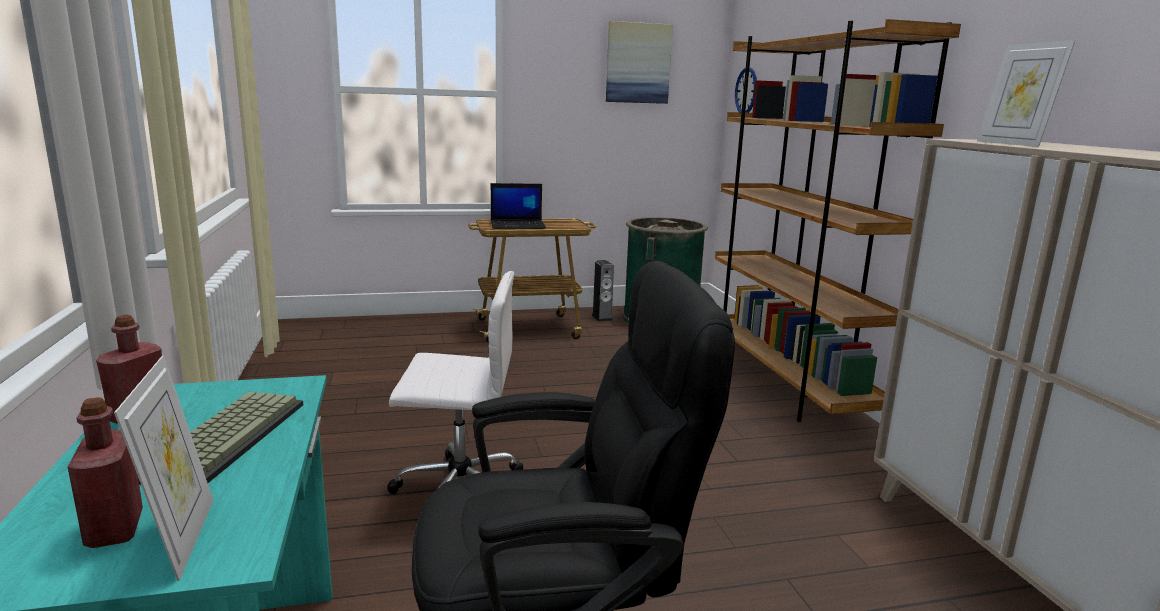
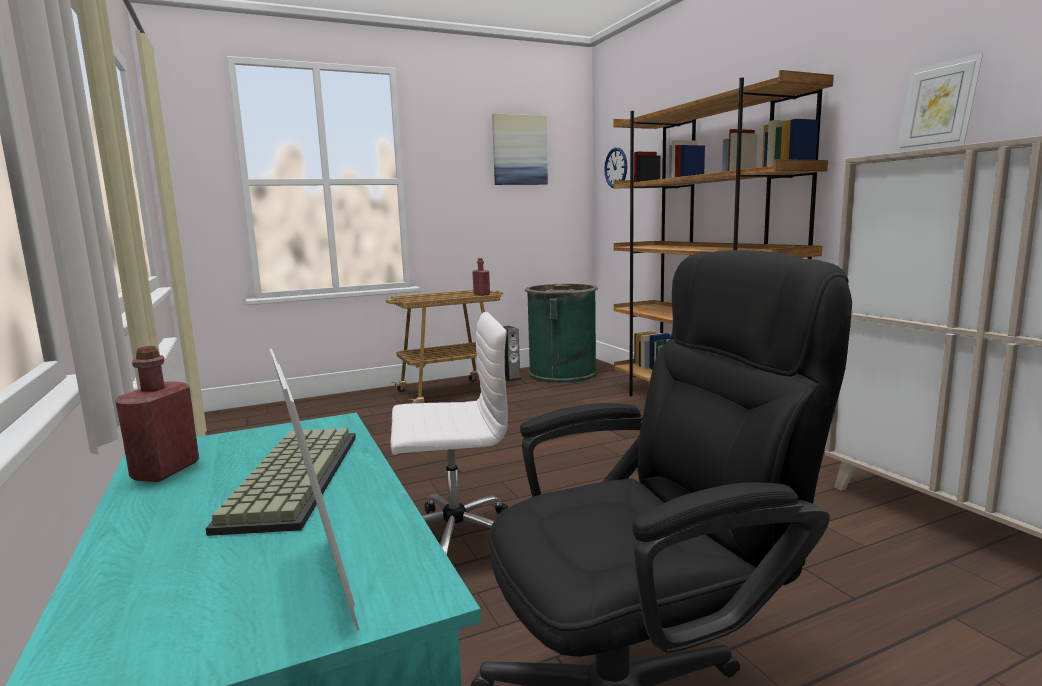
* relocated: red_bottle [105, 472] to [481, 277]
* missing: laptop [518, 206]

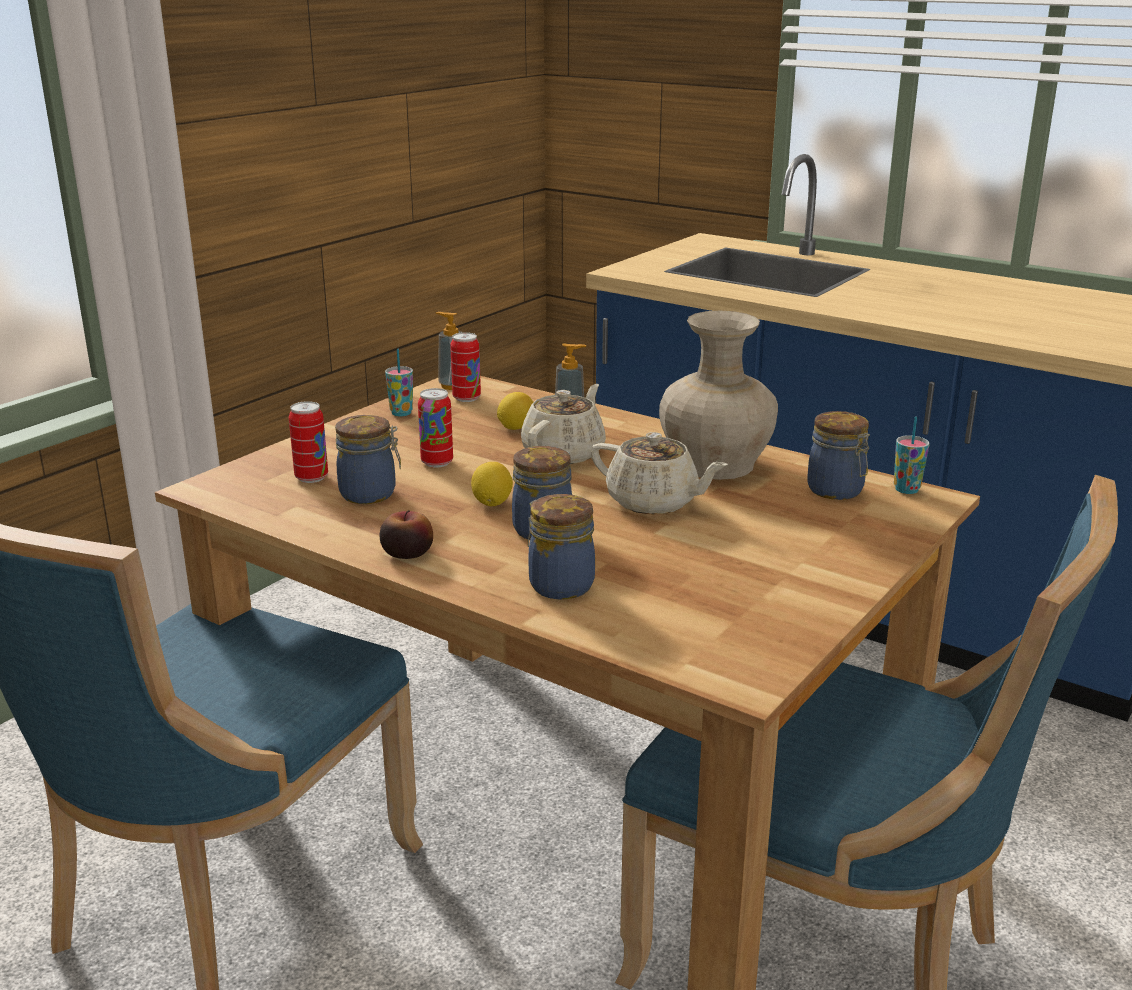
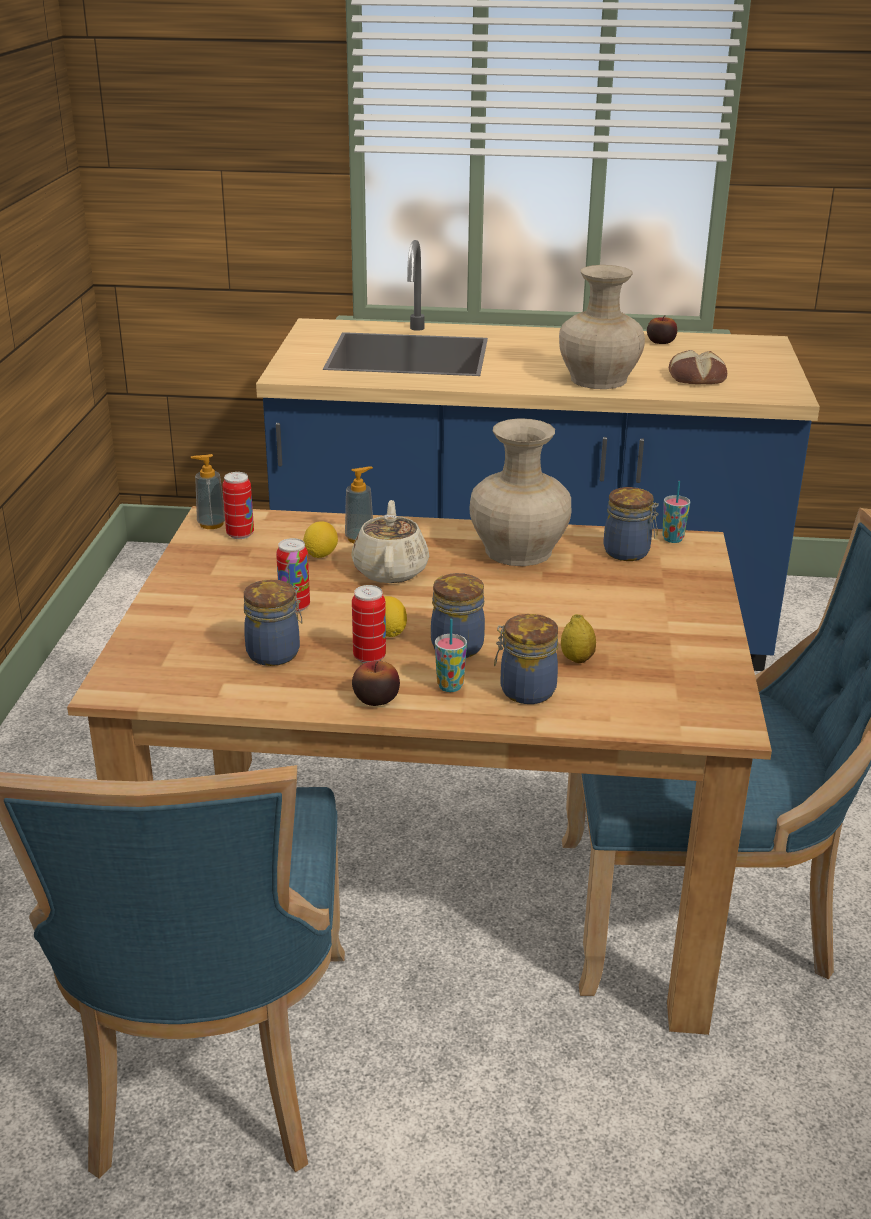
* relocated: can [308, 442] to [369, 624]
* relocated: cup [399, 382] to [451, 655]
* appeared: beige_vase [602, 327]
* appeared: lemon [578, 638]
* appeared: apple [662, 329]
* appeared: bread [698, 367]
* missing: beige_teapot [659, 473]

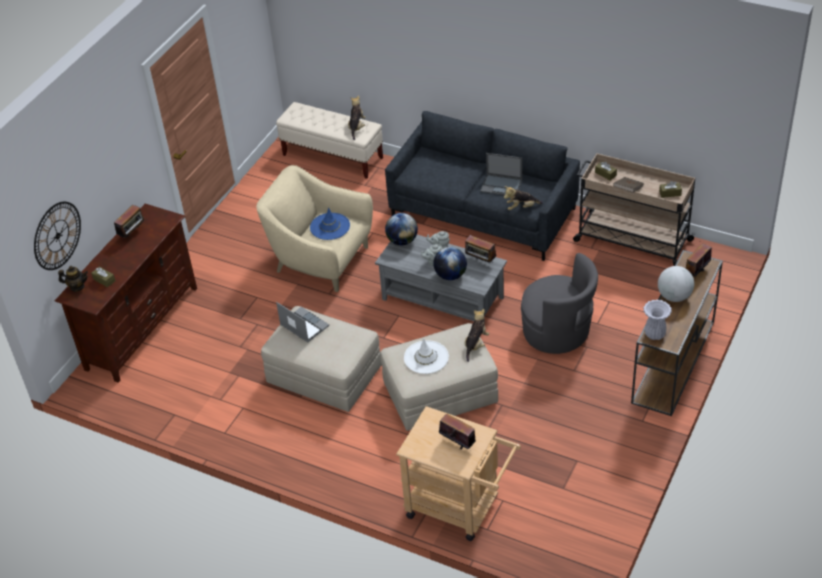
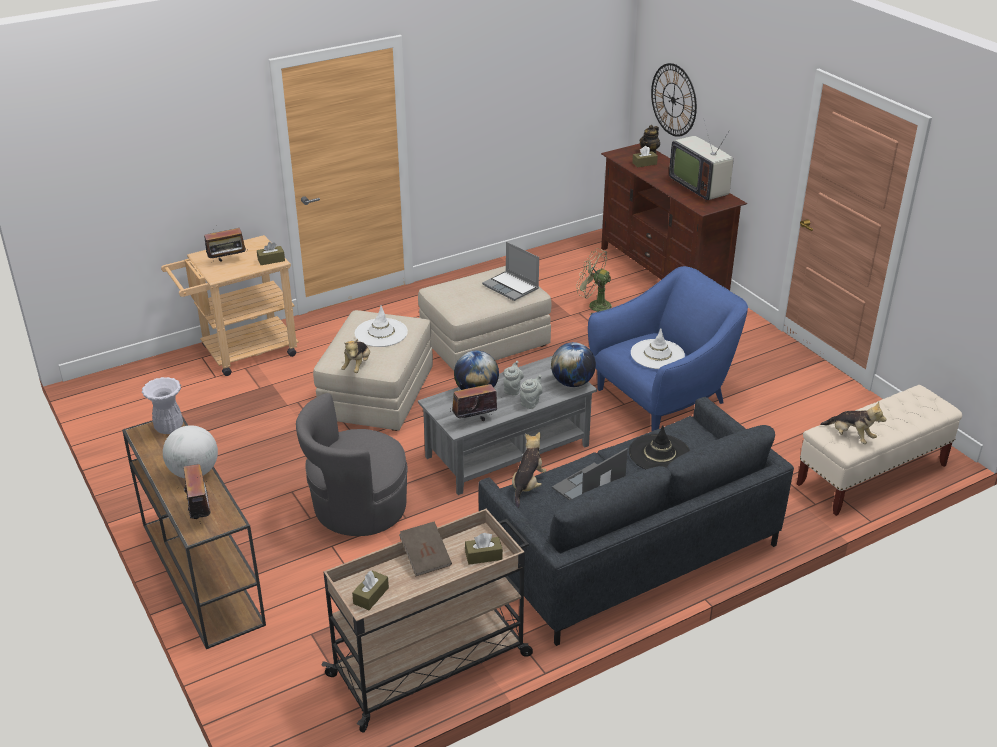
* appeared: brown_tissue_box [271, 253]
* spun: plush_toy [477, 335] = [355, 356] 45 degrees clockwise
* spun: laptop [302, 322] = [510, 271] 60 degrees clockwise
* appeared: green_fan [594, 281]
* colour: beige_armchair [314, 228] to blue_armchair [668, 349]
* appeared: black_hat [659, 447]
* colour: blue_hat [330, 224] to white_hat [658, 348]
* exchanged: radio [129, 222] to television [701, 160]

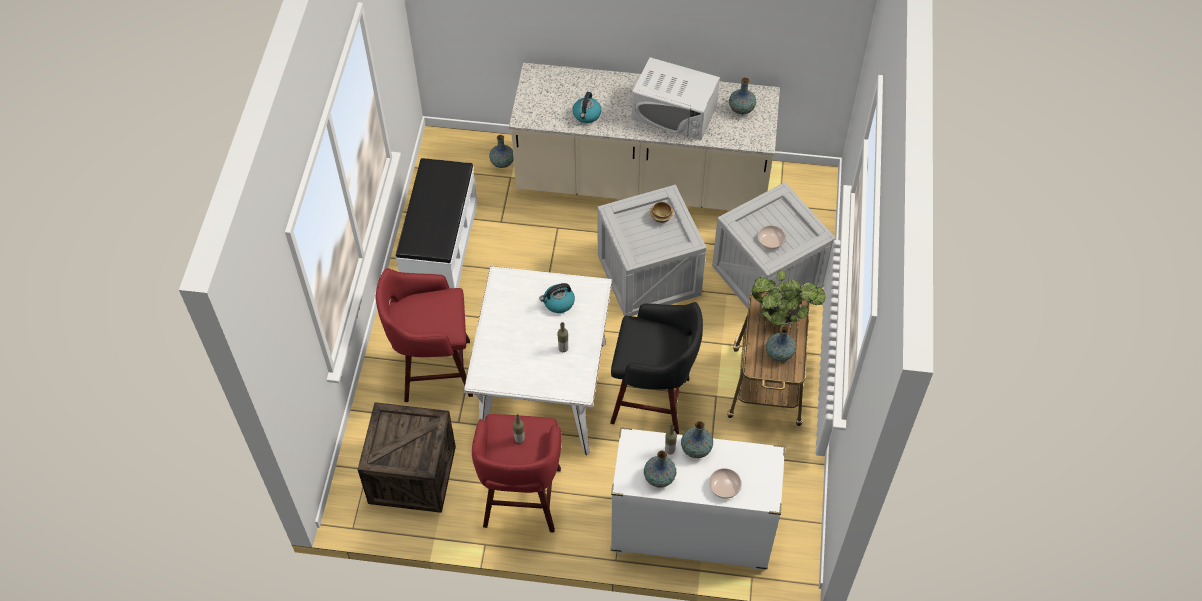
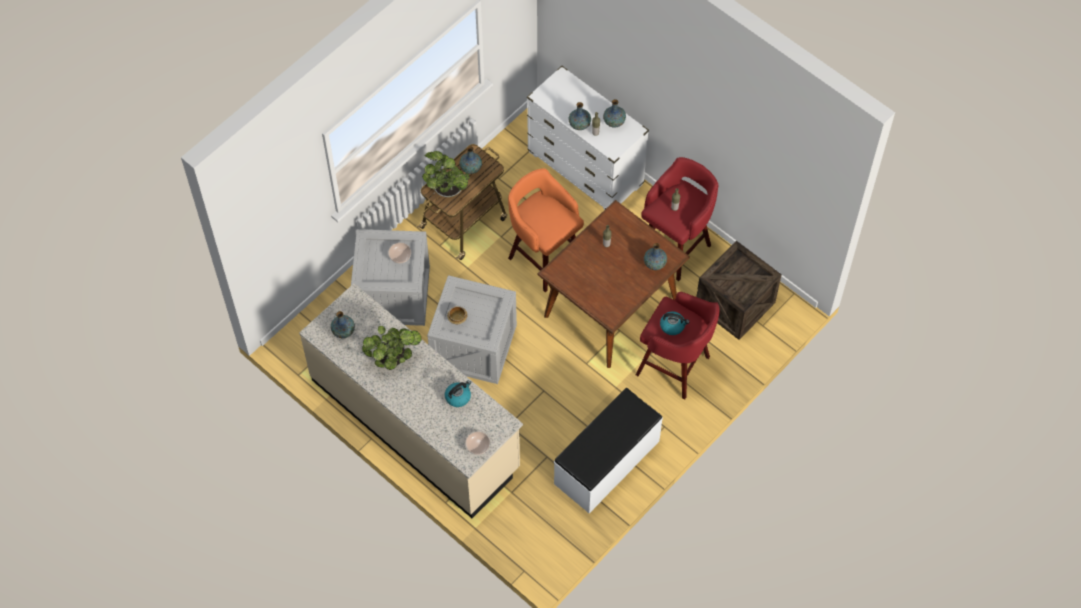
* exchanged: white_microwave [676, 98] to potted_plant [391, 348]
* relocated: bowl [725, 483] to [477, 443]
* colour: black_stool [656, 368] to orange_stool [546, 230]
* colour: white_dining_table [537, 360] to brown_dining_table [614, 284]
* relocated: vase [501, 151] to [655, 256]
* relocated: kettle [557, 298] to [674, 323]

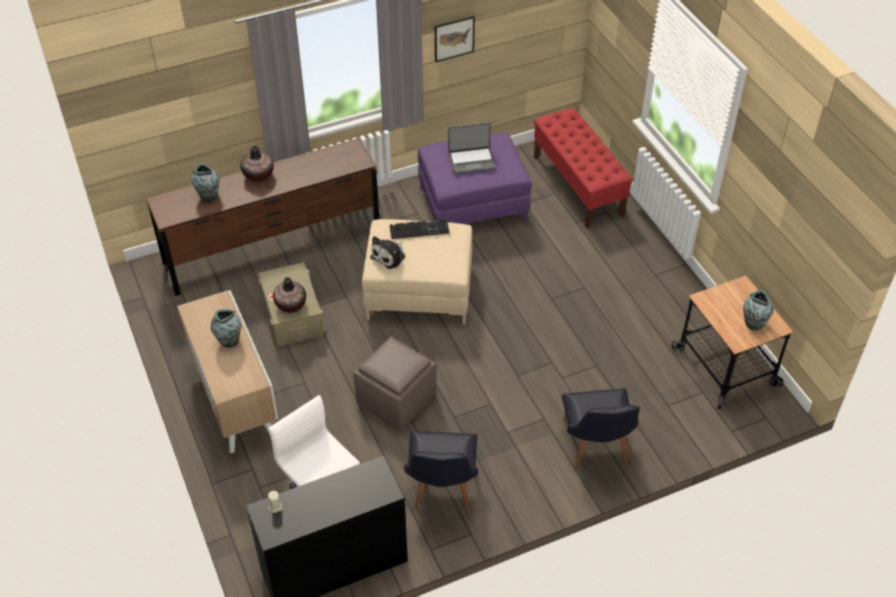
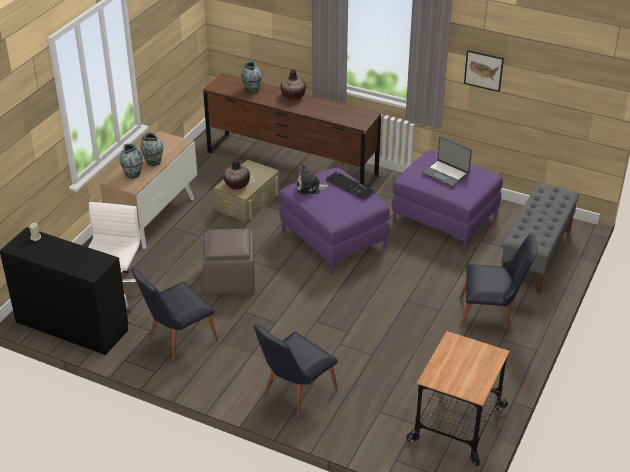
* relocated: vase [758, 310] to [131, 161]
* colour: beige_ottoman [417, 271] to purple_ottoman [334, 221]
* appeared: black_chair [498, 283]
* colour: red_bench [583, 168] to grey_bench [540, 238]

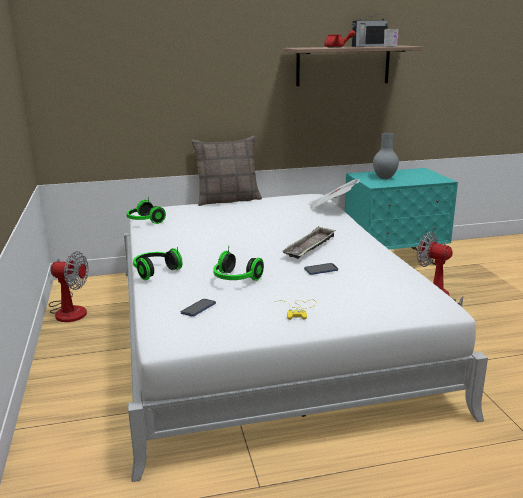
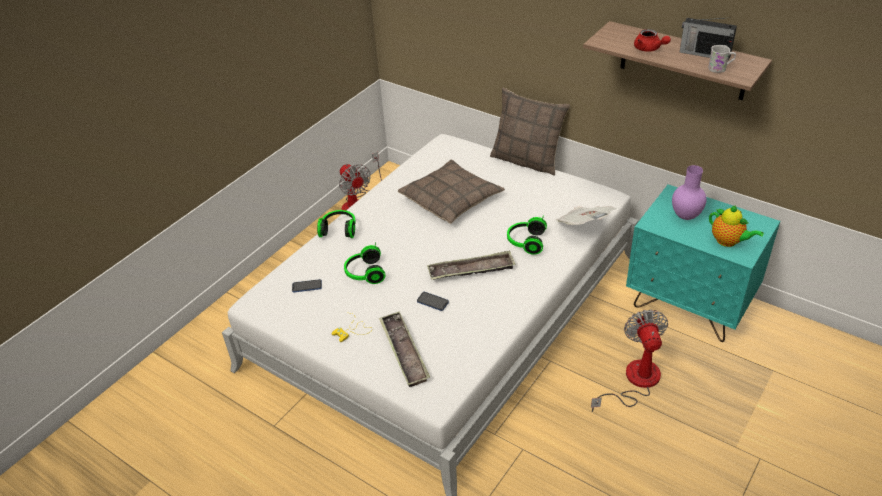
* appeared: tray [404, 349]
* appeared: pillow [451, 192]
* relocated: headphones [146, 210] to [527, 235]
* colour: grey_vase [386, 156] to purple_vase [689, 192]
* appeared: teapot [736, 226]

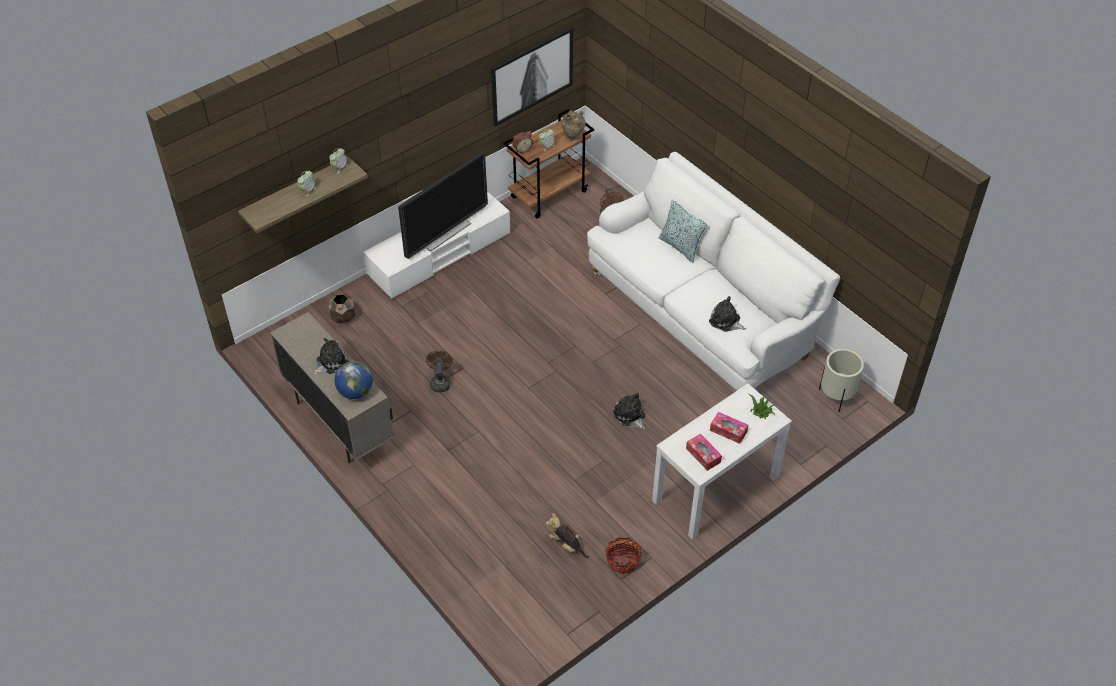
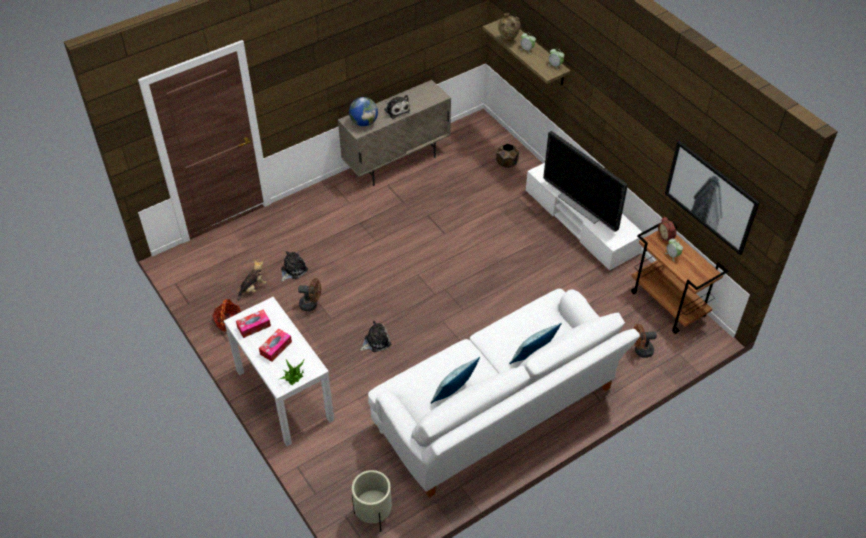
* relocated: plush_toy [727, 314] to [294, 266]
* relocated: brown_fan [439, 371] to [309, 294]
* appeared: pillow [455, 380]
* relocated: beige_vase [573, 125] to [509, 28]

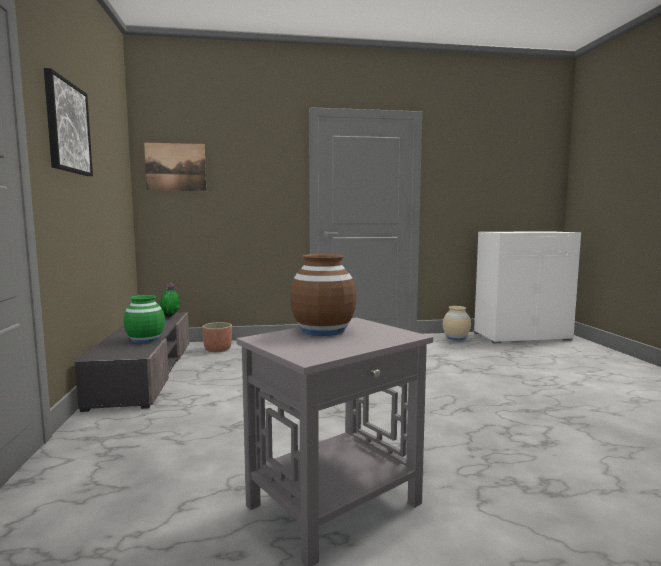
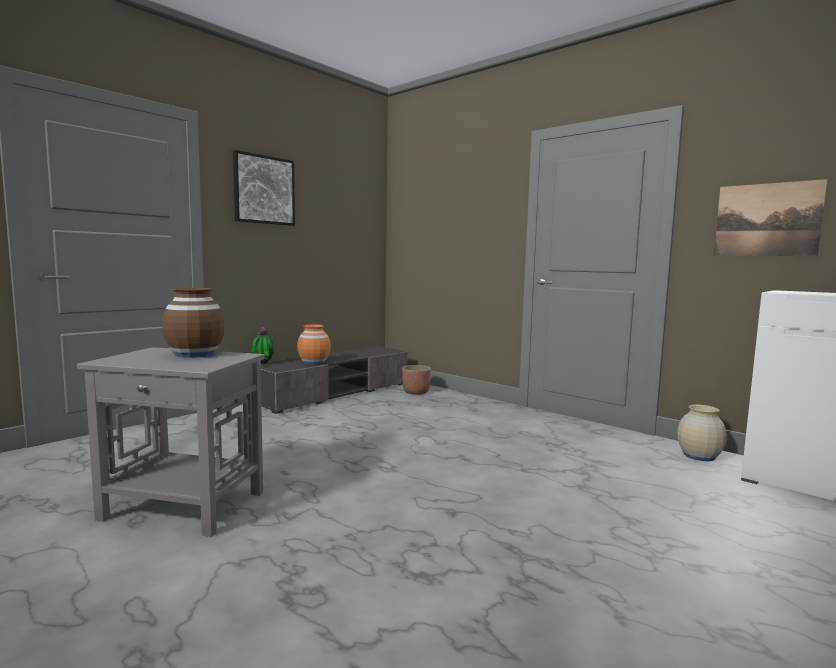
* relocated: potted_plant [170, 299] to [262, 345]
* colour: green_vase [144, 319] to orange_vase [314, 344]
* relocated: picture [175, 167] to [770, 217]

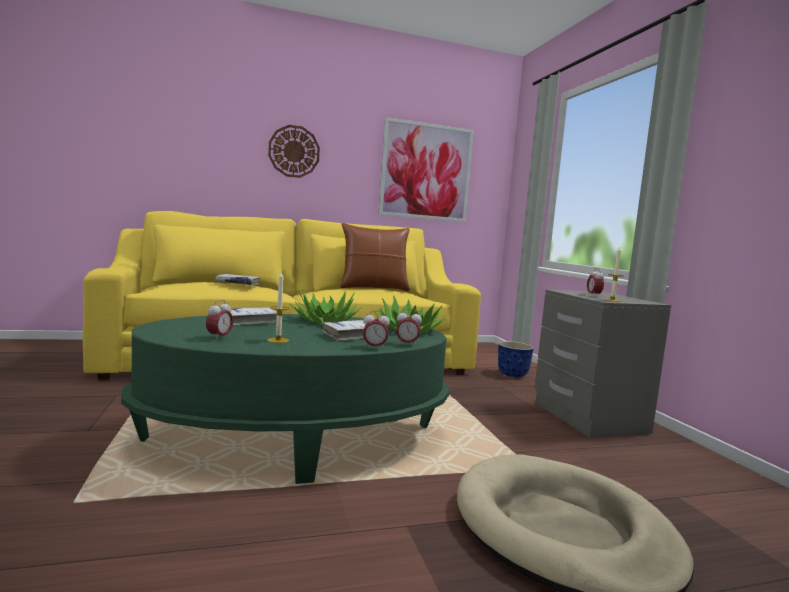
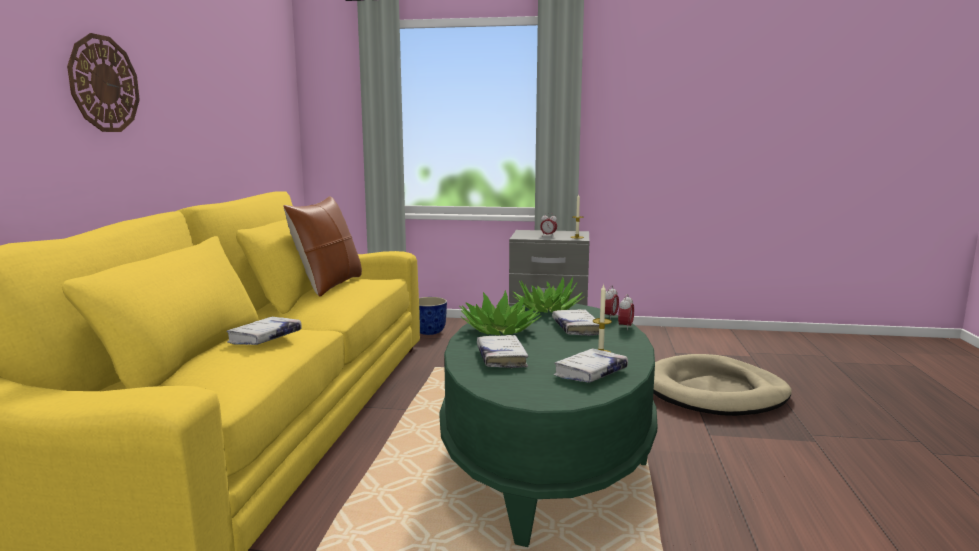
* exchanged: alarm_clock [219, 320] to white_book [590, 366]
* missing: picture [426, 169]

